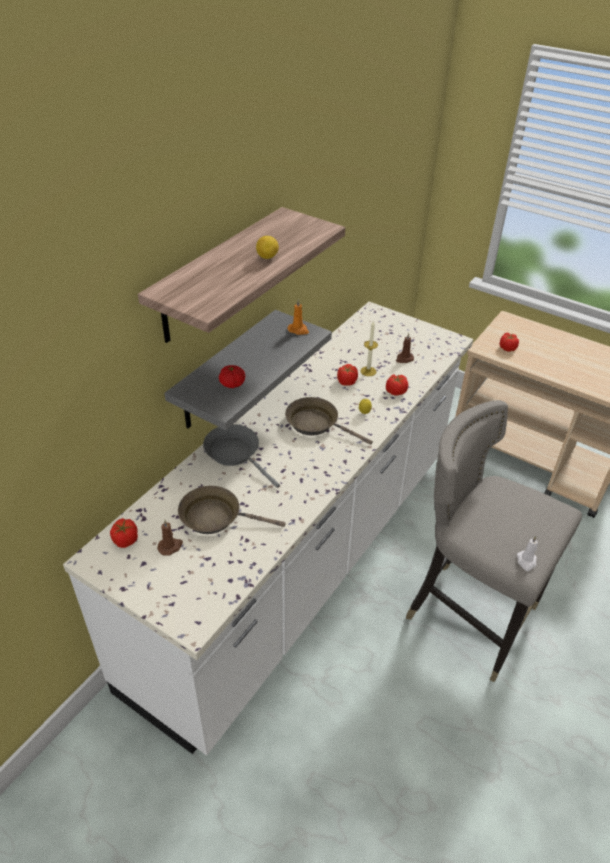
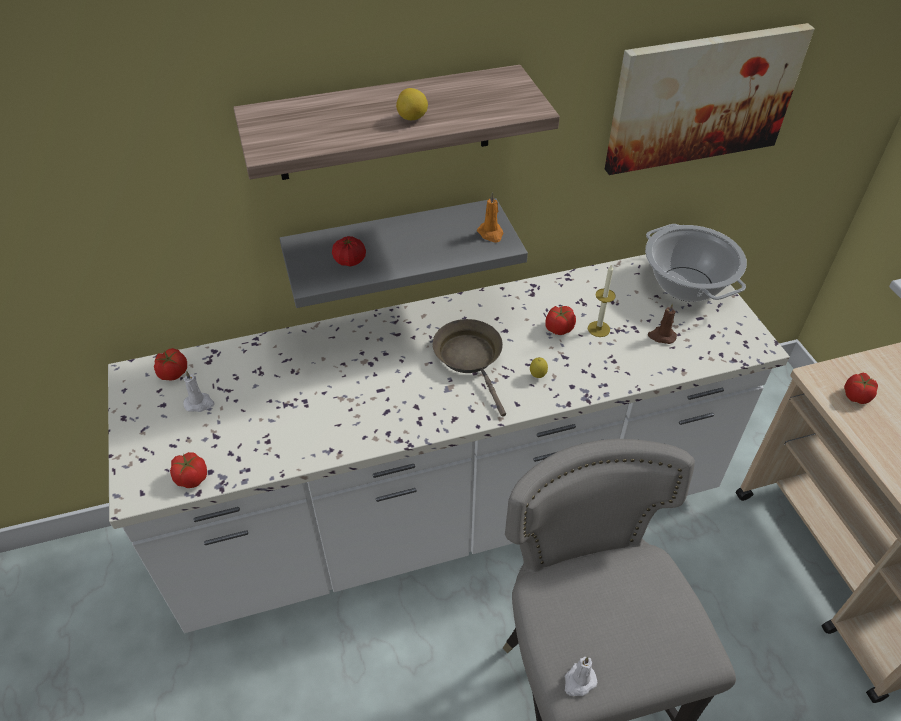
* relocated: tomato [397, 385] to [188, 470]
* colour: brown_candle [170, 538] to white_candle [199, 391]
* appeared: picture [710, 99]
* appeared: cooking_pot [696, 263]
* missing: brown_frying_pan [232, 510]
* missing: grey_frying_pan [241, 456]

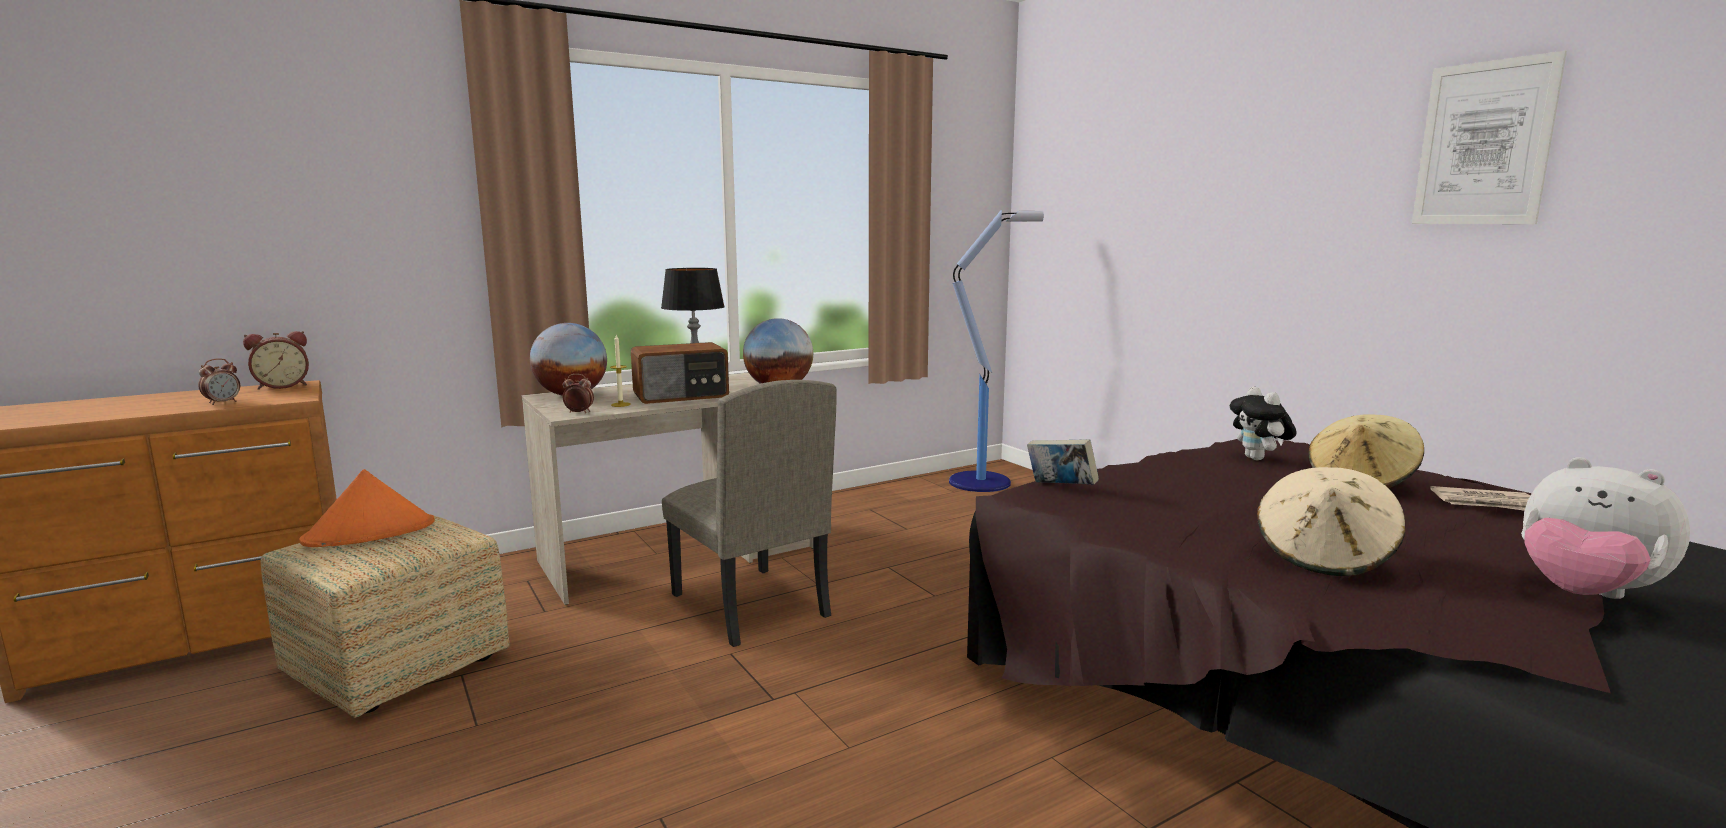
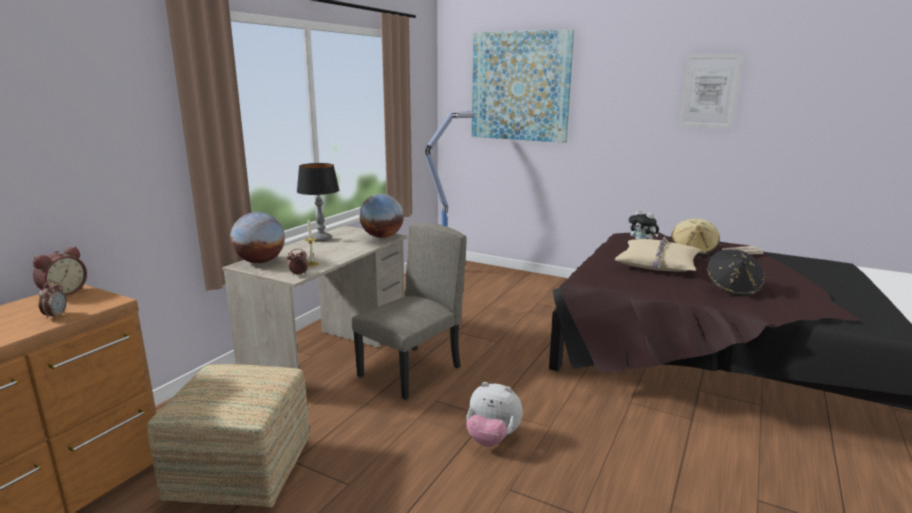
* spun: beige_chair [749, 513] = [409, 311] 75 degrees counterclockwise
* relocated: plush_toy [1605, 528] to [494, 414]
* appeared: picture [523, 86]
* appeared: beige_pillow [658, 254]
* colour: beige_hat [1331, 521] to black_hat [736, 272]
* missing: orange_hat [367, 508]
* missing: radio [680, 373]
* missing: book [1063, 462]

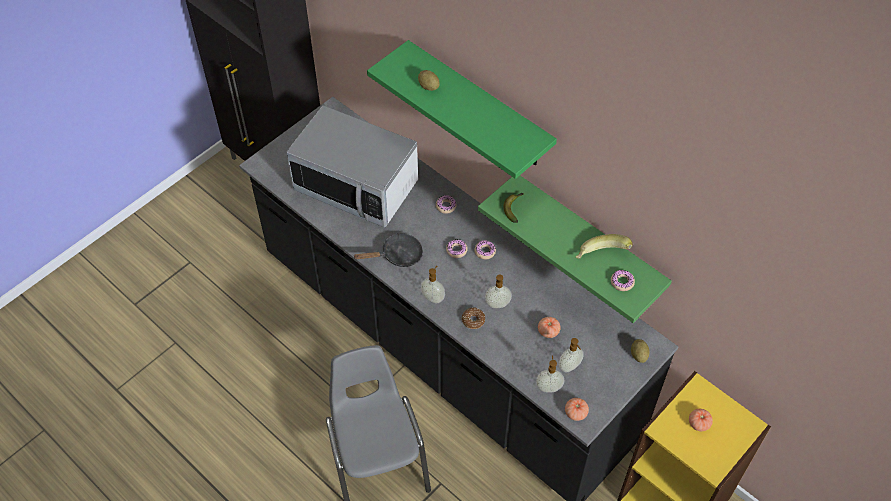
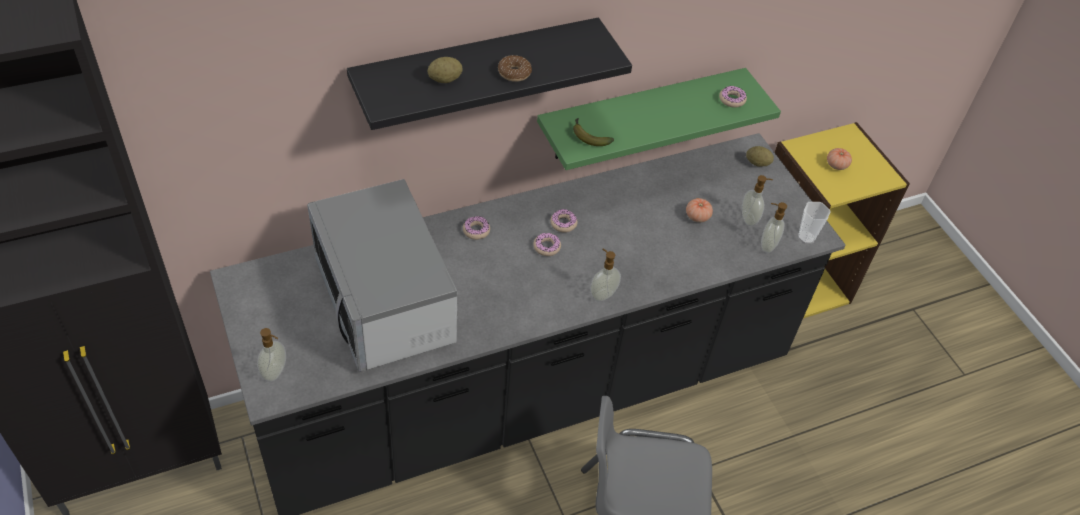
* relocated: soap_dispenser [498, 291] to [271, 355]
* spun: microwave [352, 166] = [382, 275] 105 degrees clockwise
* colour: green_shelf [462, 109] to black_shelf [489, 73]
* relocated: donut [473, 318] to [515, 68]
* exchanged: tomato [577, 409] to cup [814, 223]
* missing: black_frying_pan [388, 250]
* missing: banana [604, 246]

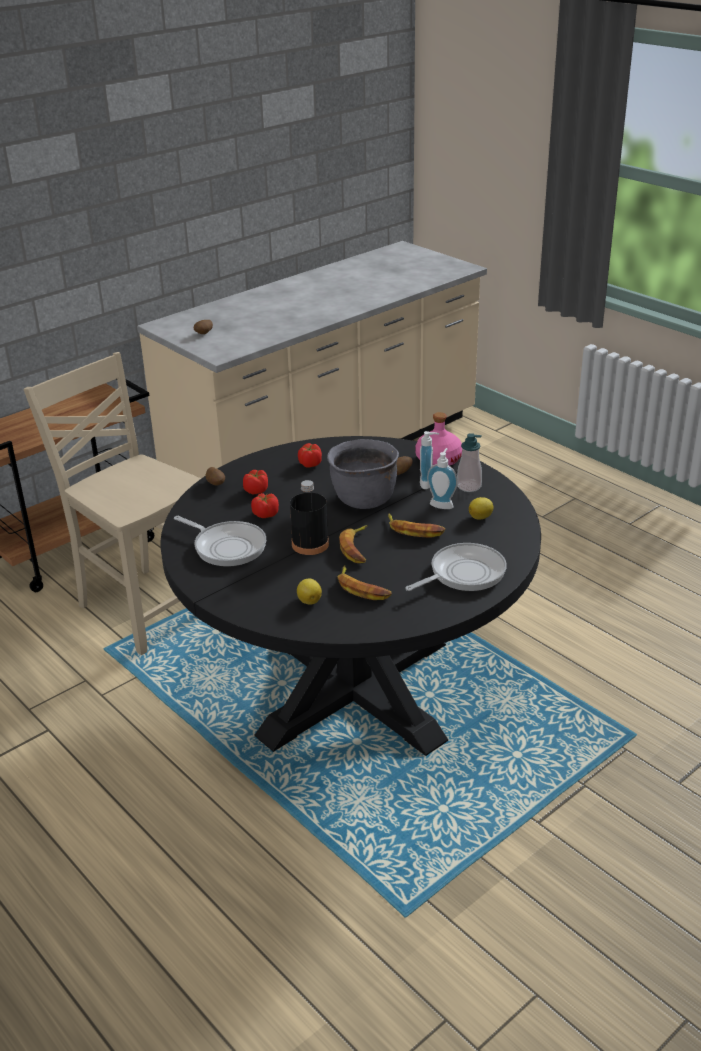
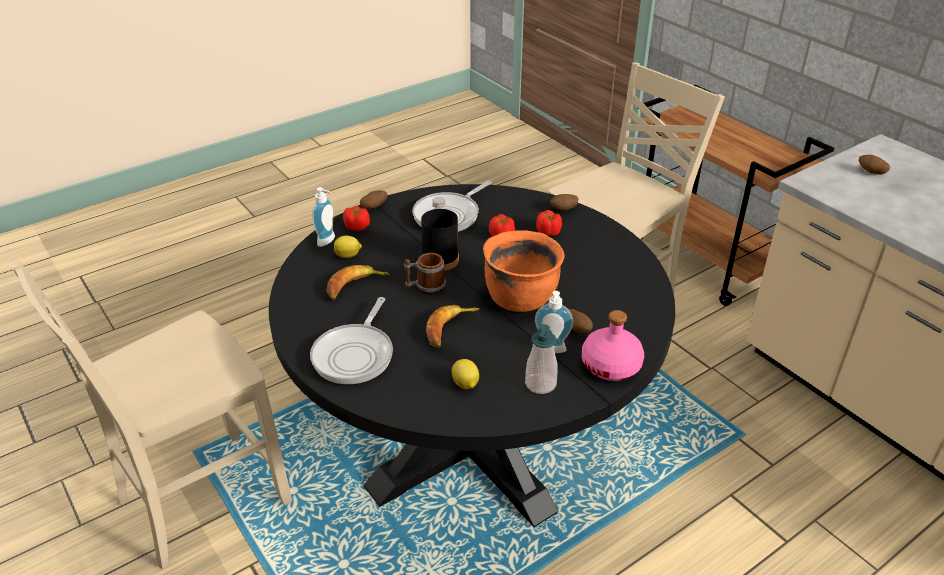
* appeared: beige_chair [152, 415]
* spun: frying_pan [456, 567] = [351, 340] 45 degrees clockwise
* relocated: soap_dispenser [442, 478] to [323, 217]
* relocated: tomato [310, 455] to [356, 218]
* appeared: potato [373, 199]
* exchanged: banana [353, 544] to mug [425, 274]
* colour: grey_cooking_pot [363, 474] to orange_cooking_pot [524, 271]

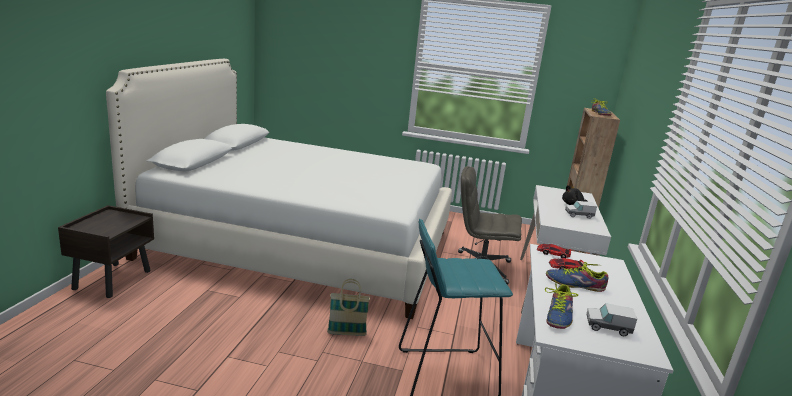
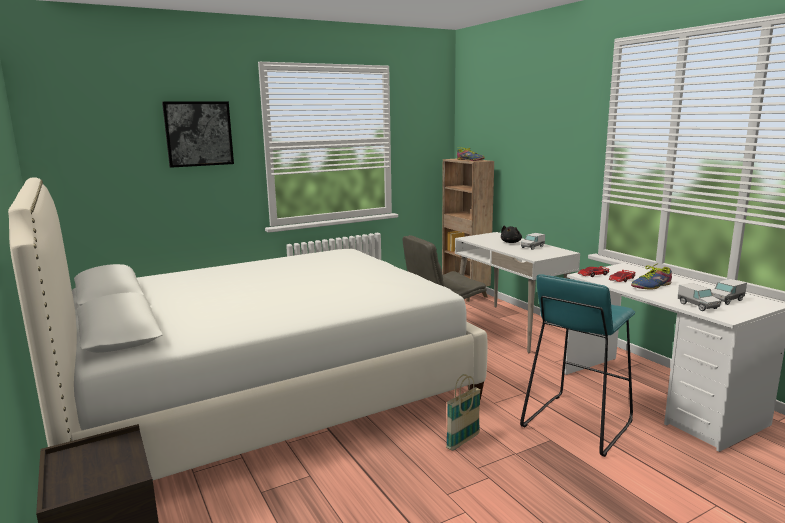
* appeared: picture [198, 134]
* exchanged: shoe [561, 305] to toy_truck [699, 297]

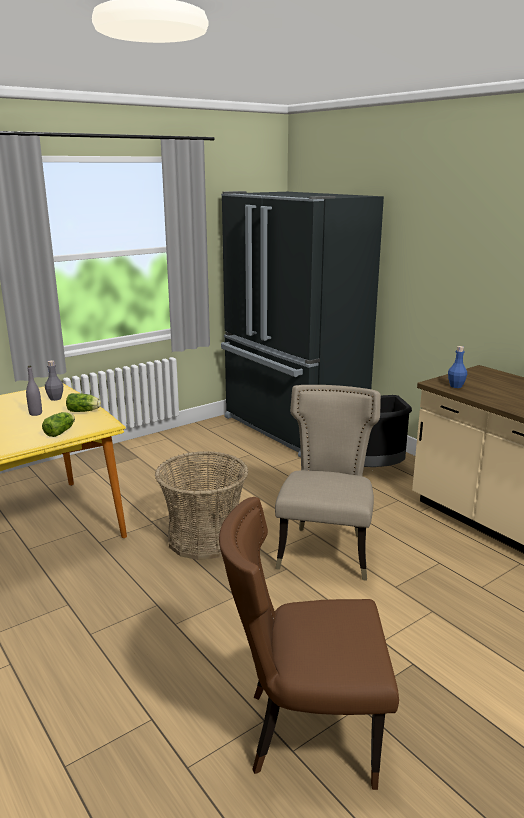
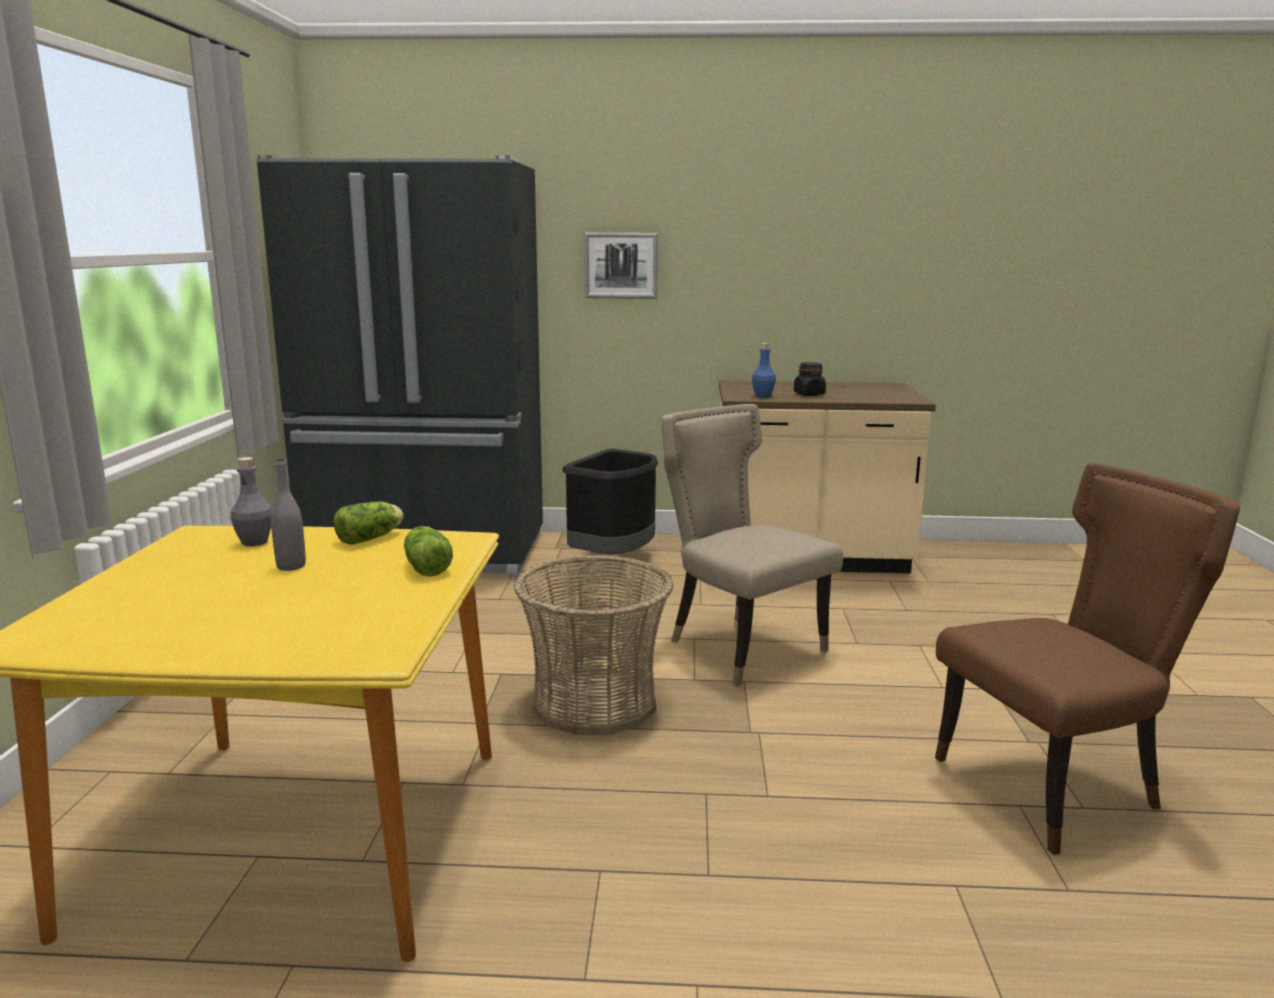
* appeared: picture [621, 266]
* appeared: black_jar [810, 379]
* spun: brown_chair [309, 643] = [1087, 658] 150 degrees counterclockwise

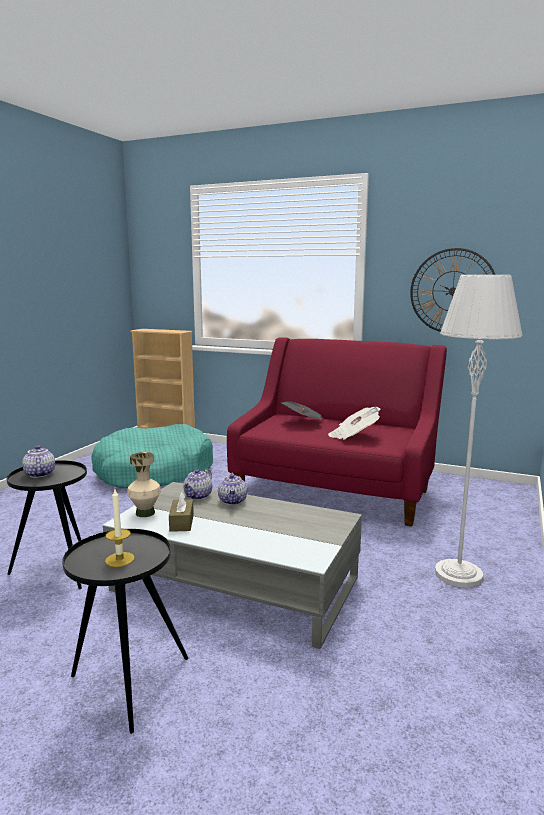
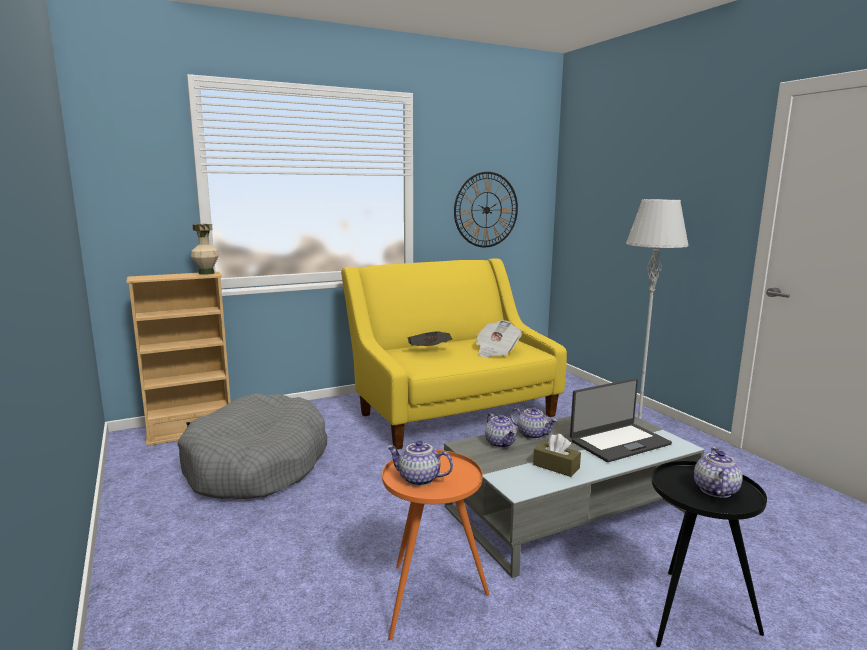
* colour: turquoise_dog_bed [152, 456] to grey_dog_bed [252, 446]
* relocated: beige_vase [144, 484] to [205, 249]
* colour: red_sofa [337, 432] to yellow_sofa [454, 353]
* colour: black_side_table [47, 524] to orange_side_table [436, 545]
* appeared: laptop [621, 420]
* exchanged: candle [120, 528] to teapot [718, 472]

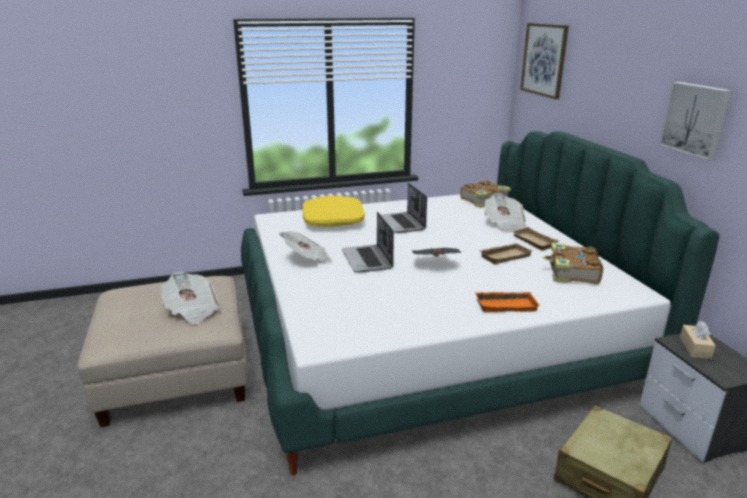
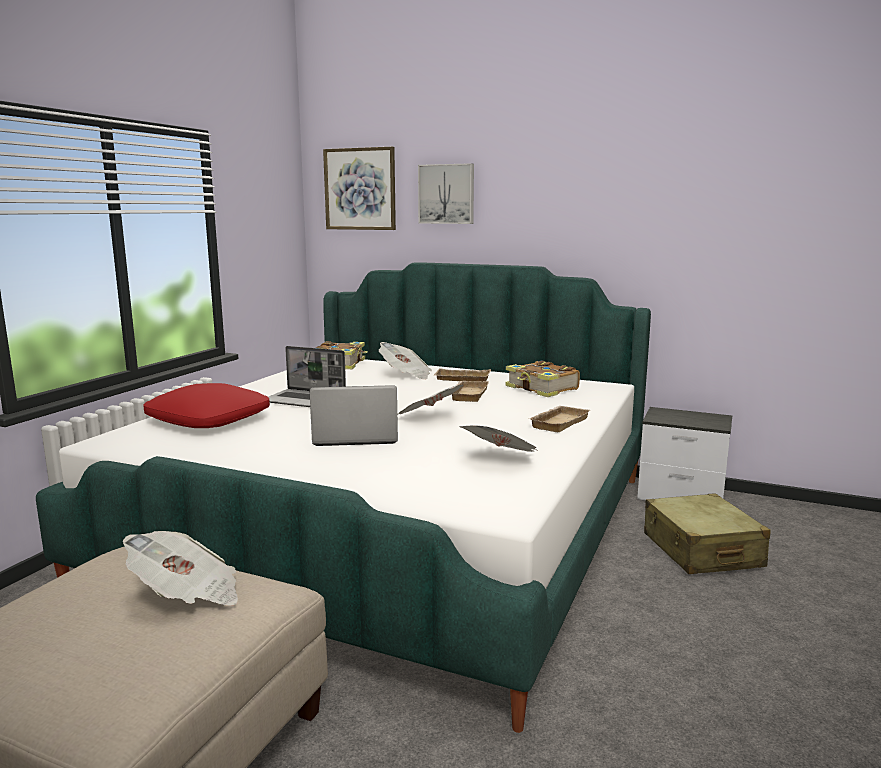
* colour: yellow_pillow [333, 211] to red_pillow [206, 405]
* spun: laptop [368, 242] = [353, 415] 150 degrees clockwise
* relocated: picture [696, 121] to [446, 193]
* relocated: newspaper [306, 246] to [497, 438]
* colour: orange_tray [507, 302] to beige_tray [559, 419]
* missing: beige_tissue_box [698, 340]

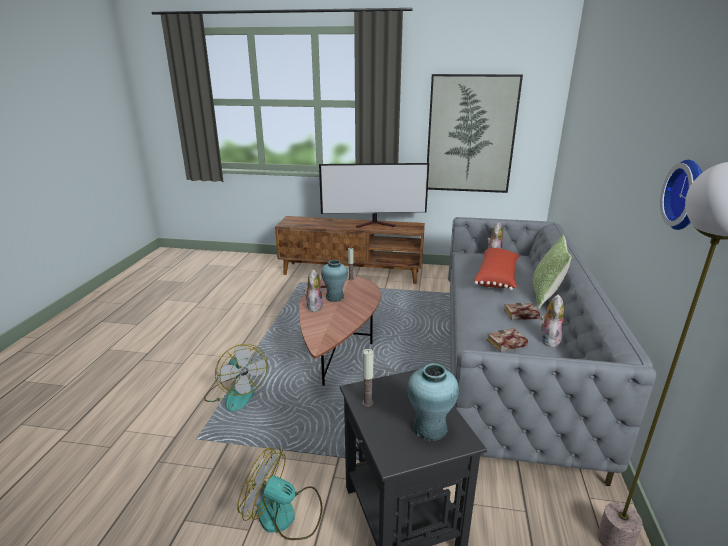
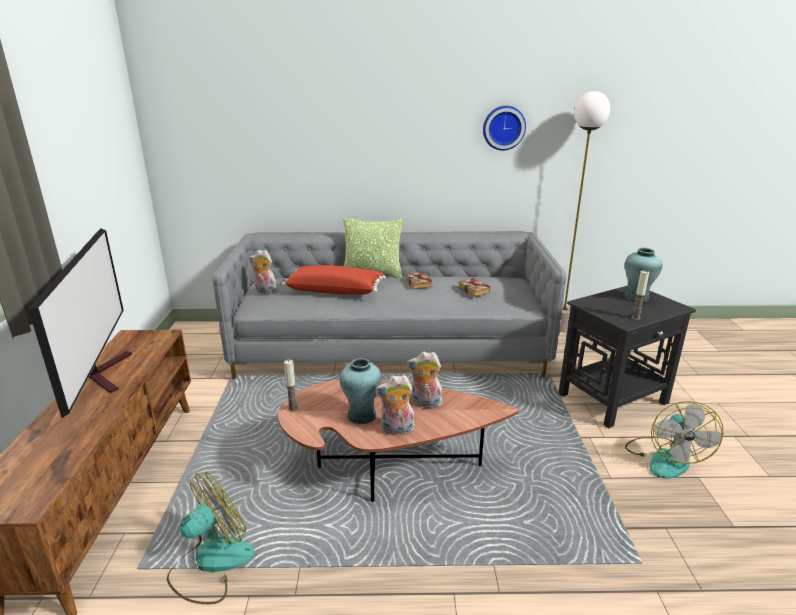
* relocated: fan [236, 378] to [211, 538]
* relocated: plush_toy [552, 321] to [424, 380]
* missing: picture [475, 133]

